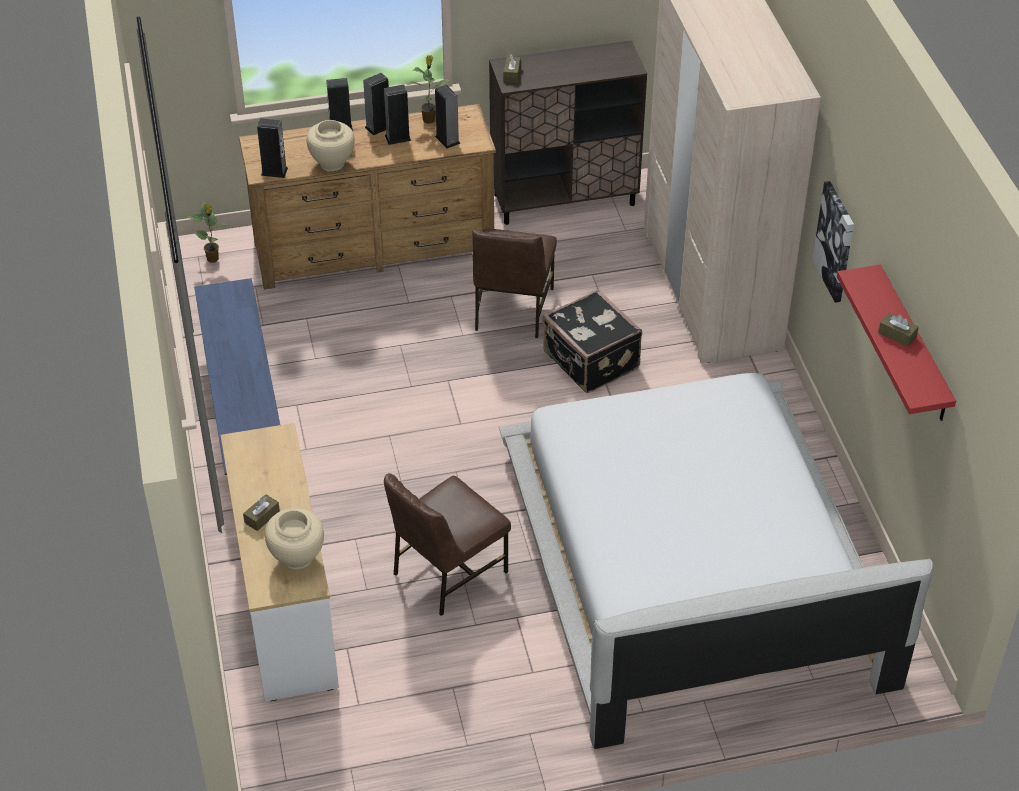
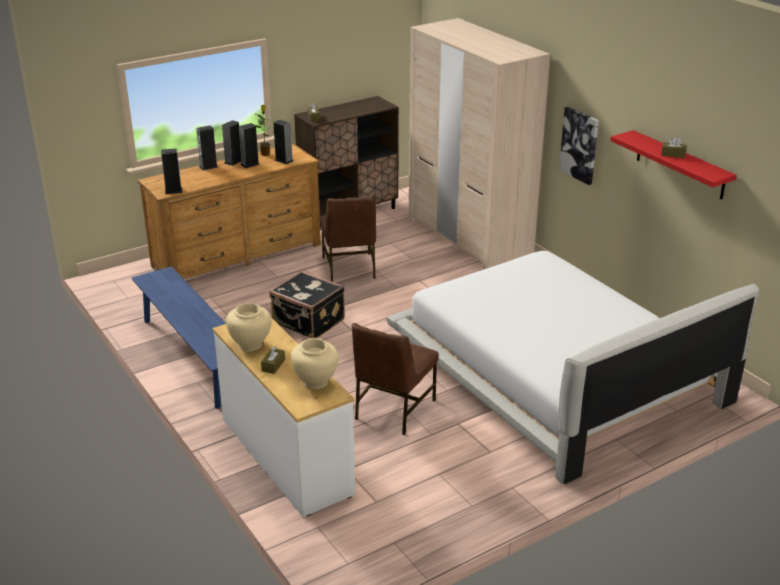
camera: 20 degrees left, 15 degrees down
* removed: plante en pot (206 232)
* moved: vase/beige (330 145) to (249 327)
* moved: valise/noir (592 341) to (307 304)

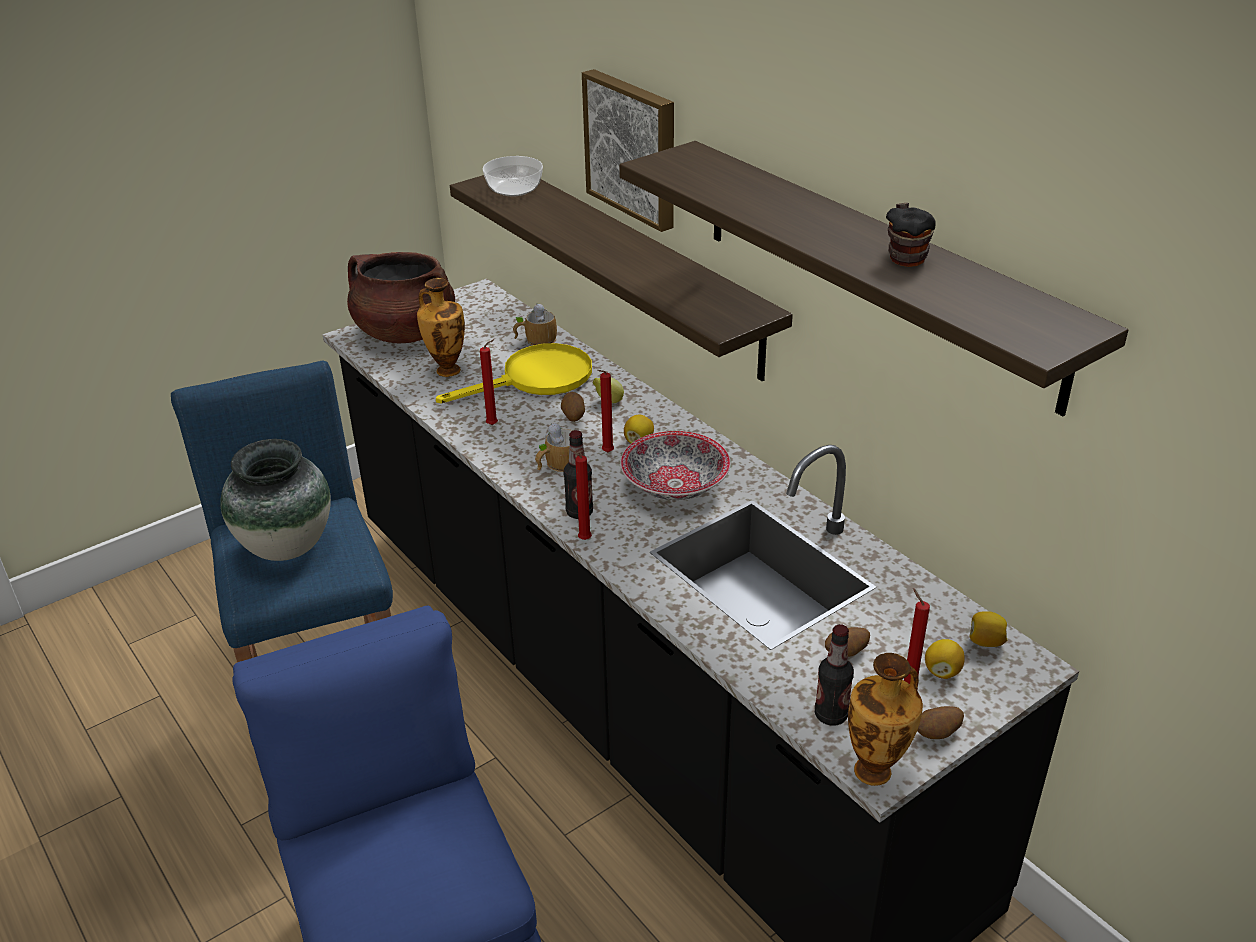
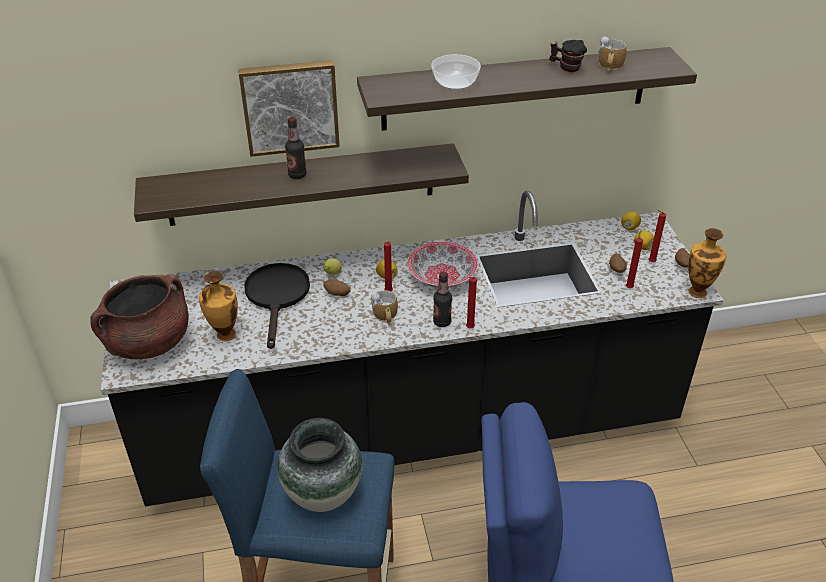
camera: 65 degrees left, 5 degrees up
* recoloured: poêle/jaune (514 373) to poêle/noir (277 306)
* moved: bougie/rouge (489 382) to (634 259)
* moved: bol (513 176) to (456 72)
* moved: mug (535 324) to (612 54)
* moved: bouteille (834 675) to (296 148)

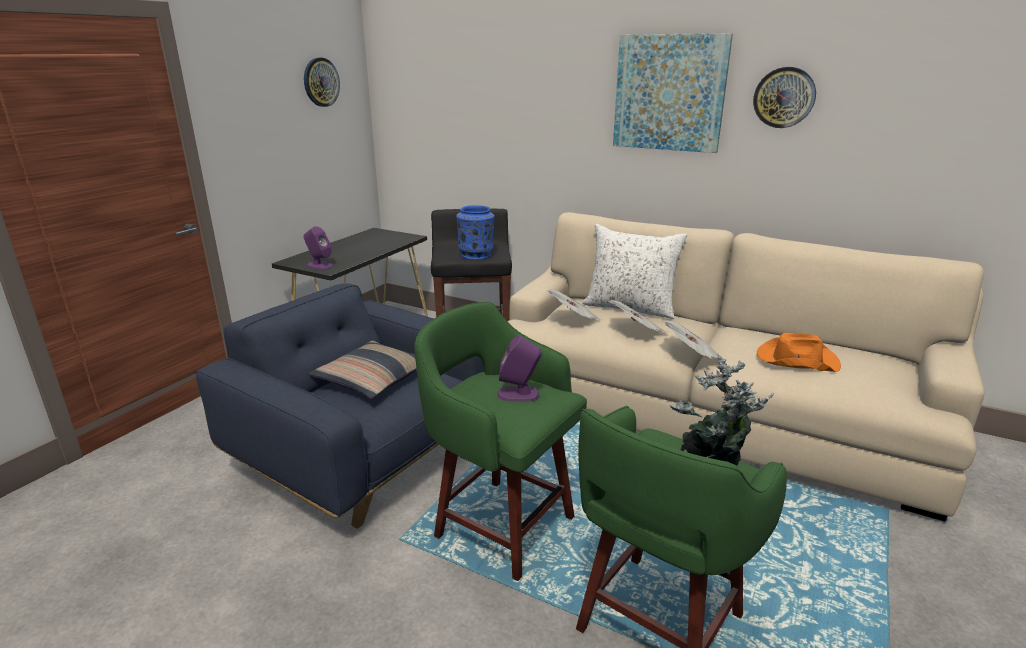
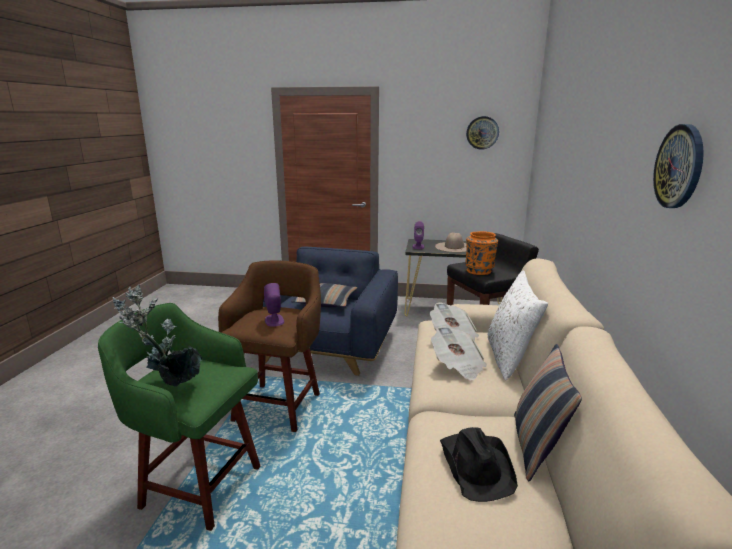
camera: 70 degrees right, 5 degrees down
* recoloured: tabouret/vert (500 441) to tabouret/marron (269 346)
* recoloured: vase/bleu (475 232) to vase/orange (481 253)
* removed: tableau (673 93)
* removed: journal (693 339)
* recoloured: chapeau/orange (799 352) to chapeau/noir (479 464)
* added: chapeau/beige (450 242)
* added: coussin (548 413)

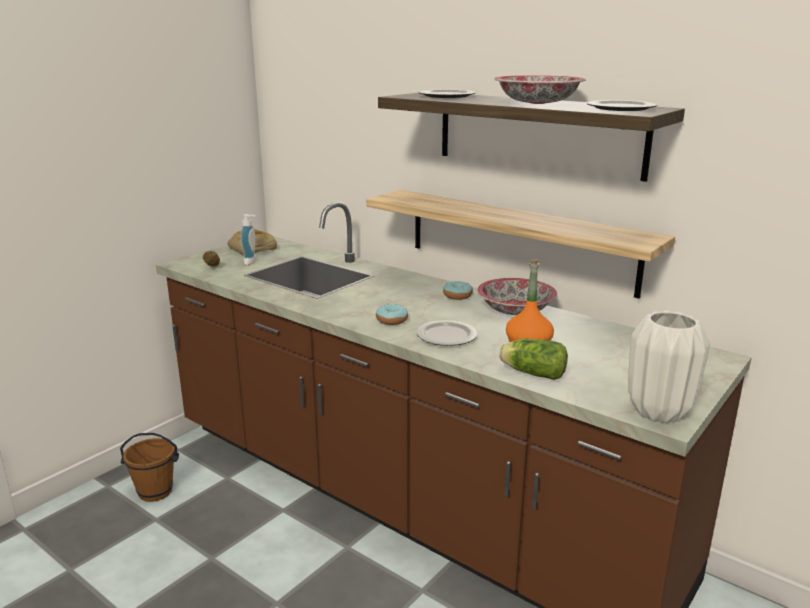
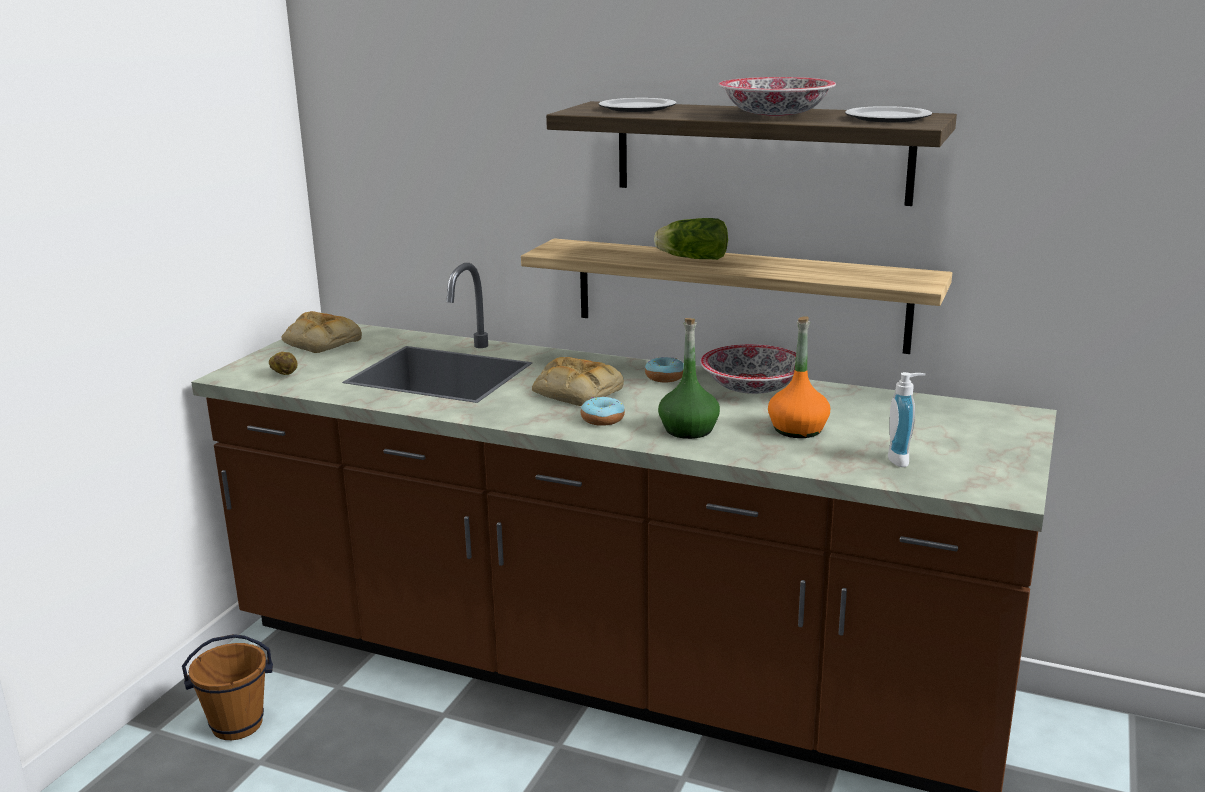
camera: 15 degrees left, 0 degrees up
* moved: distributeur de savon (248 239) to (907 419)
* replaced: assiette (446 333) to bouteille/vert (689 378)
* moved: laitue (533 359) to (691 239)
* removed: vase/blanc (669 367)
* added: pain (578 381)

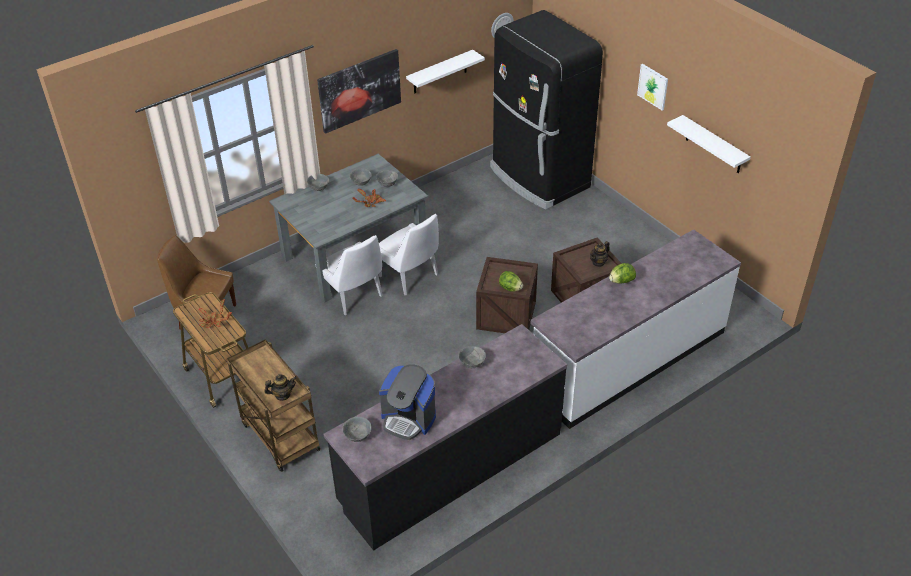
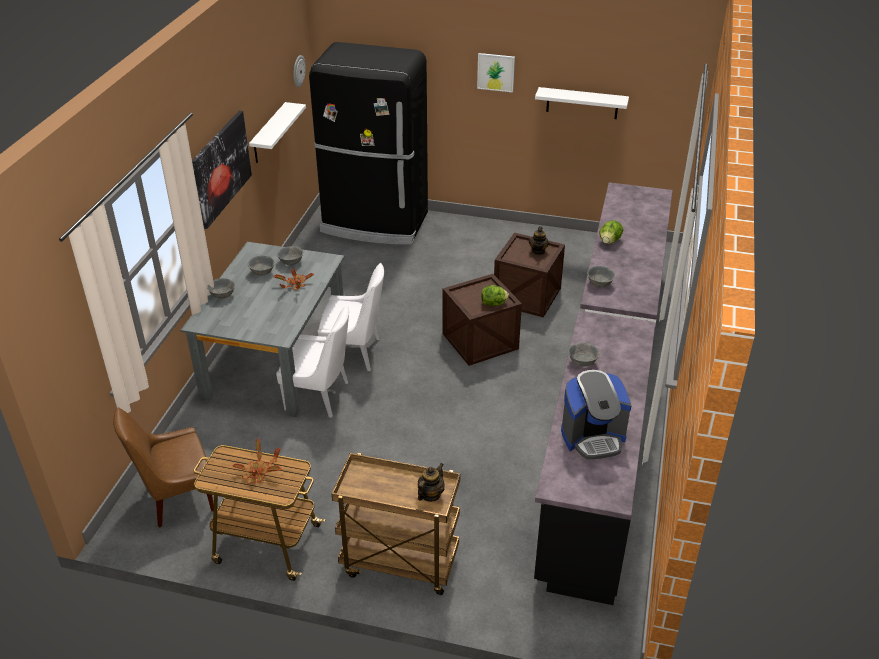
camera: 40 degrees left, 5 degrees down
* moved: bol/gris (356 429) to (601 276)

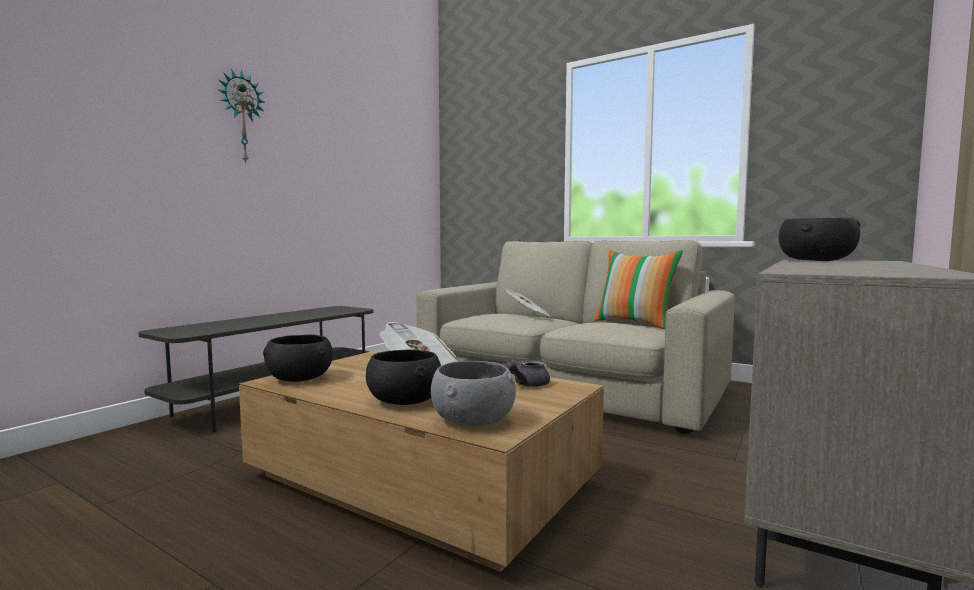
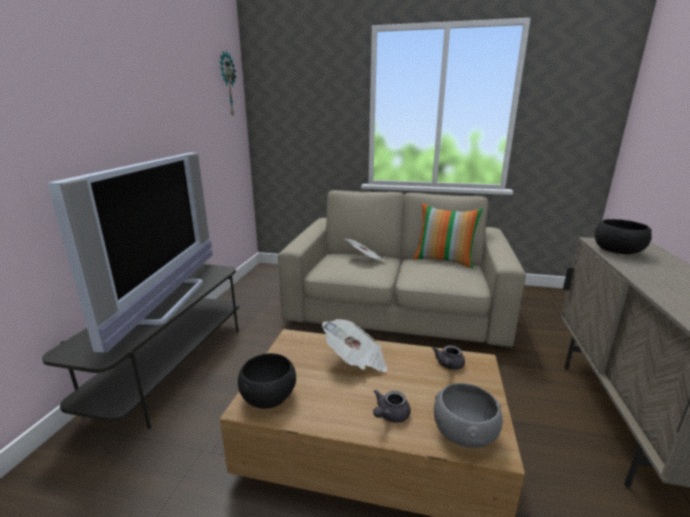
camera: 20 degrees left, 15 degrees up
* moved: horloge murale (242 116) to (227 83)
* replaced: bol/noir (403 377) to théière/gris (392 406)
* added: téléviseur (130 252)

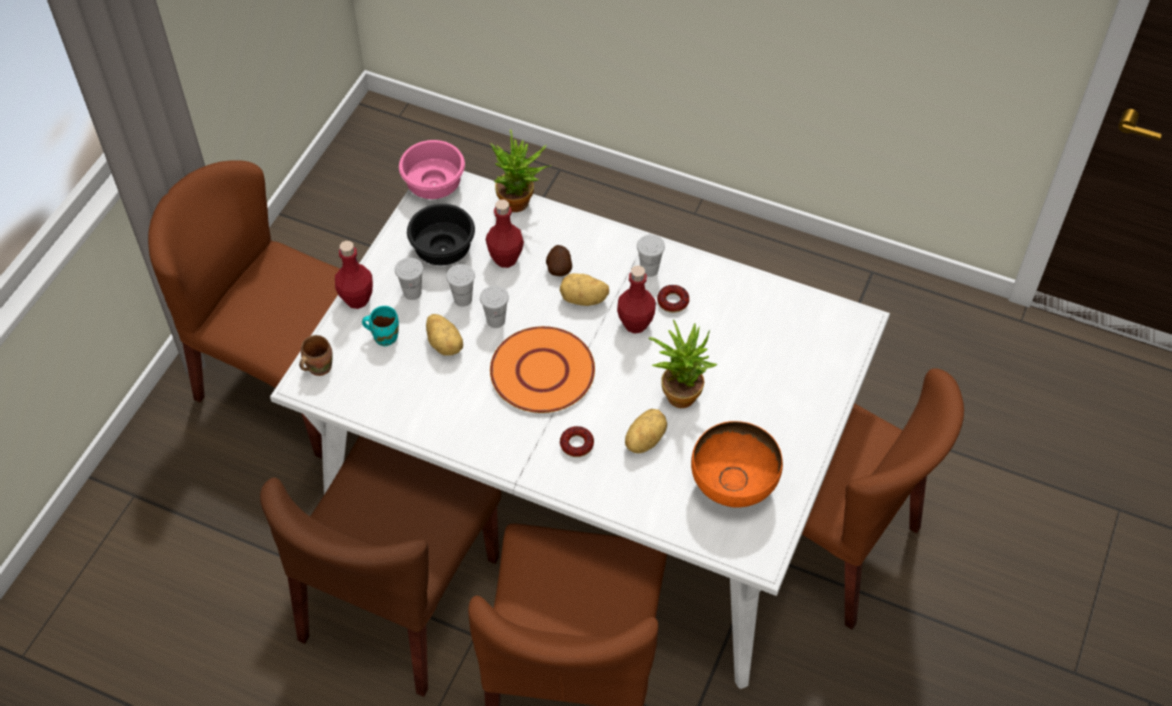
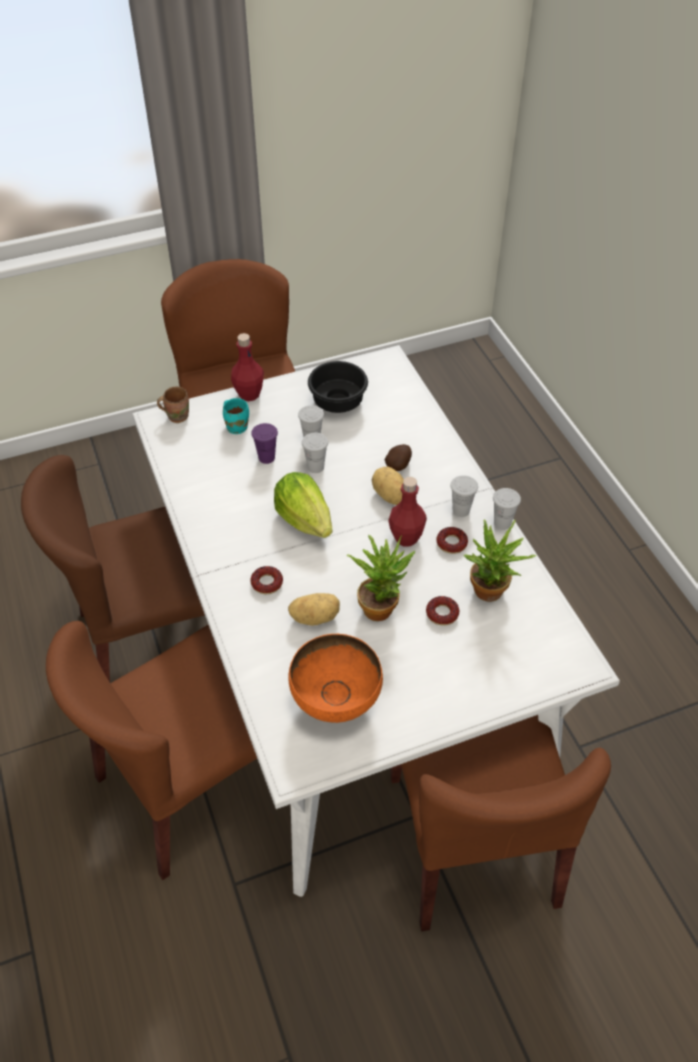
camera: 45 degrees right, 5 degrees down
* moved: tasse/blanc (409 279) to (507 509)
* removed: bol/rose (432 169)
* replaced: pomme de terre (444 335) to tasse/violet (264 443)
* removed: bouteille/rouge (505 233)
* moved: plante en pot (520 170) to (500 560)
* replaced: assiette/orange (542 369) to laitue (303 505)
* added: beignet (442 611)

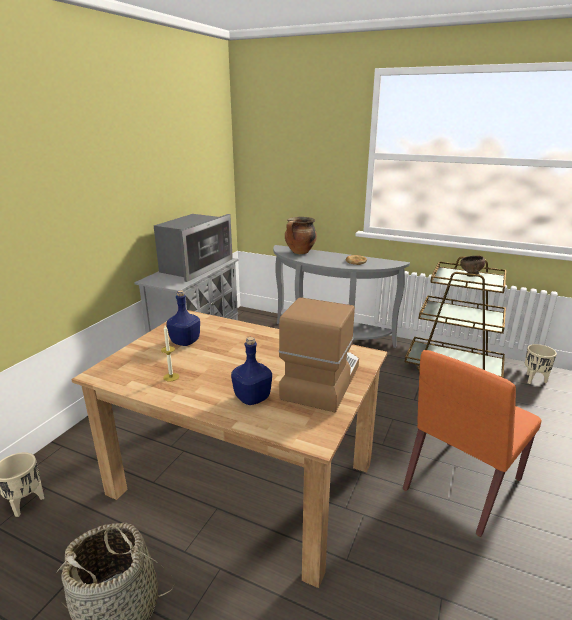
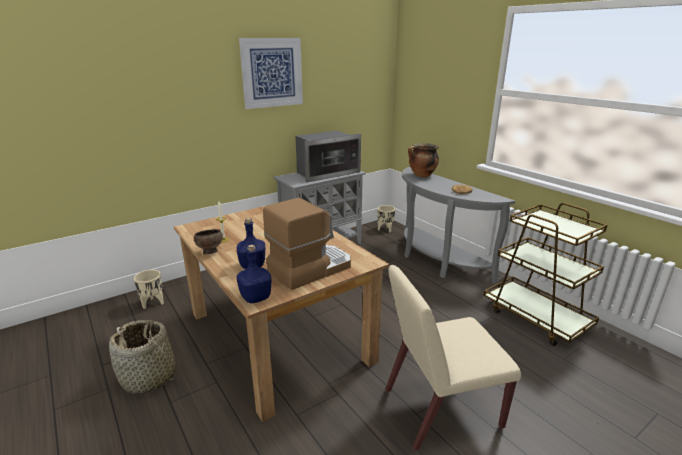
camera: 30 degrees right, 0 degrees up
* moved: bouteille/bleu (183 318) to (254 274)
* recoloured: chaise/orange (472 443) to chaise/beige (453 357)
* moved: bol/marron (472 266) to (208 241)
* moved: cache-pot/beige (541 364) to (386 218)
* added: tableau (271 73)

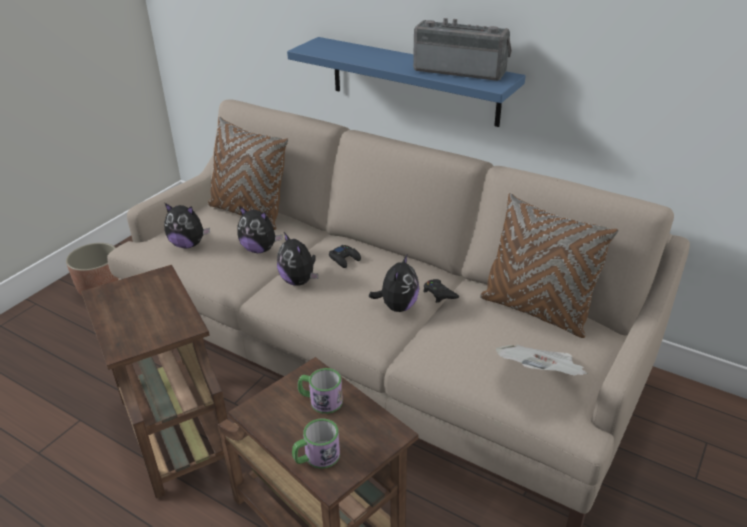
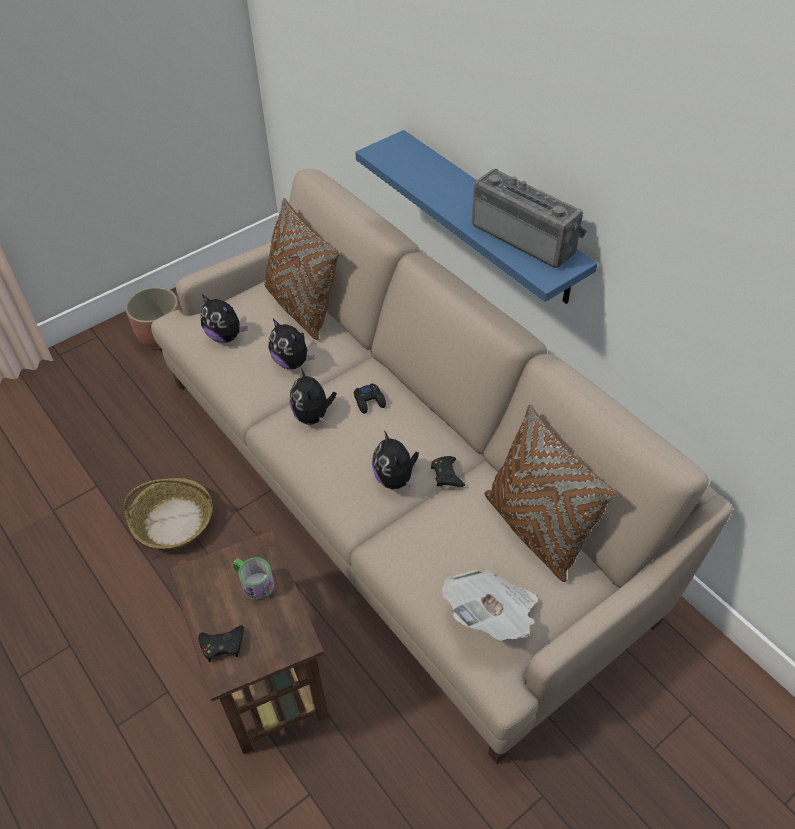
camera: 20 degrees right, 15 degrees up
* replaced: table d'appoint/marron (154 382) to panier (168 513)
* replaced: mug (316 443) to manette/noir (221 643)
* turned: peluche (394 282) = (395 459) 120 degrees clockwise

